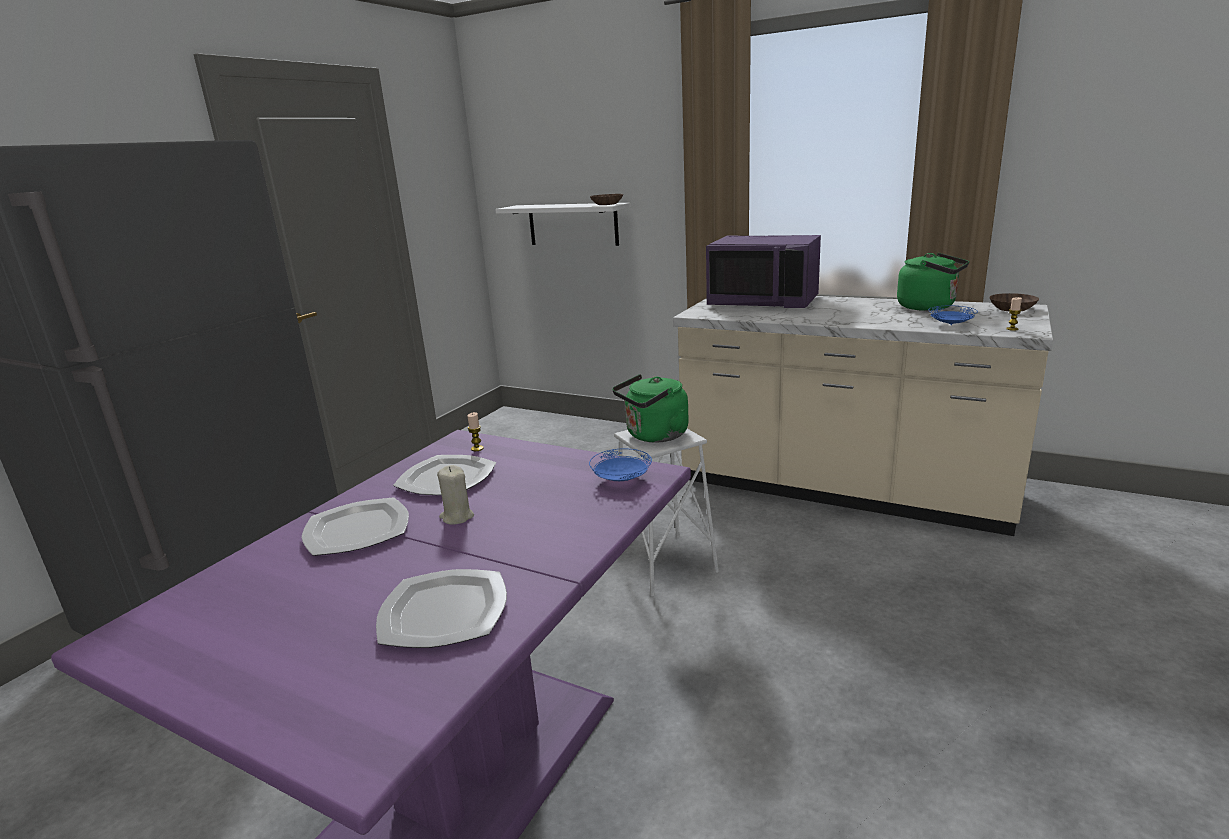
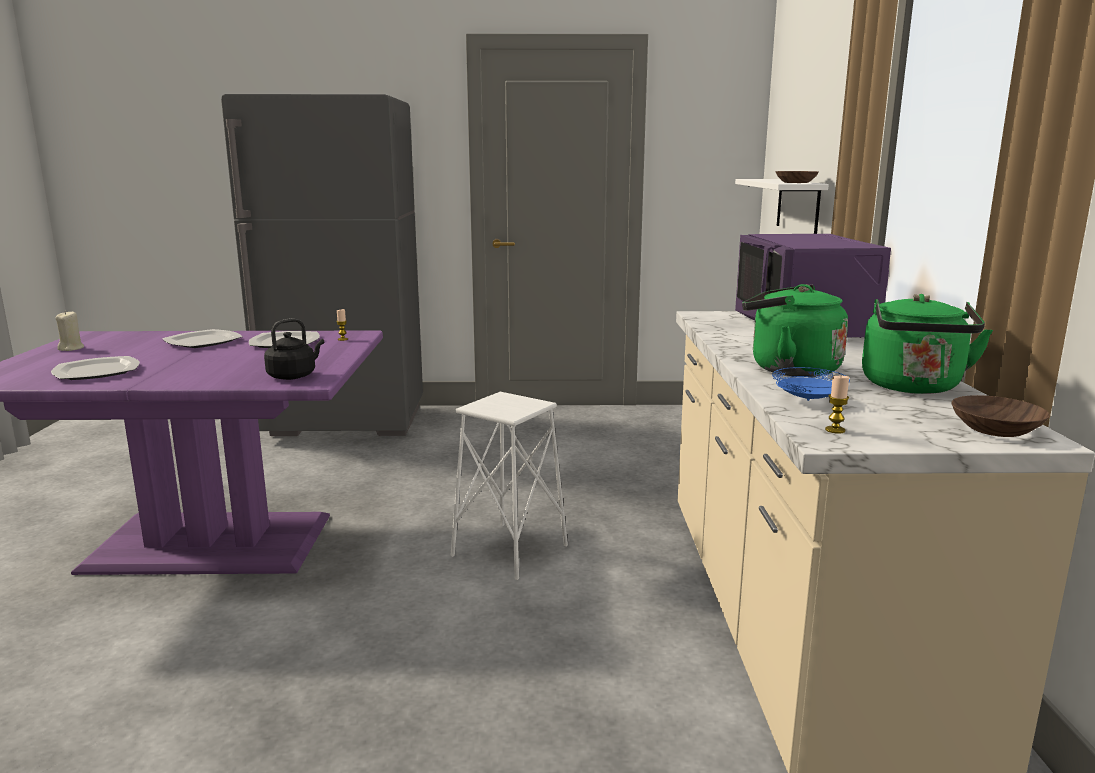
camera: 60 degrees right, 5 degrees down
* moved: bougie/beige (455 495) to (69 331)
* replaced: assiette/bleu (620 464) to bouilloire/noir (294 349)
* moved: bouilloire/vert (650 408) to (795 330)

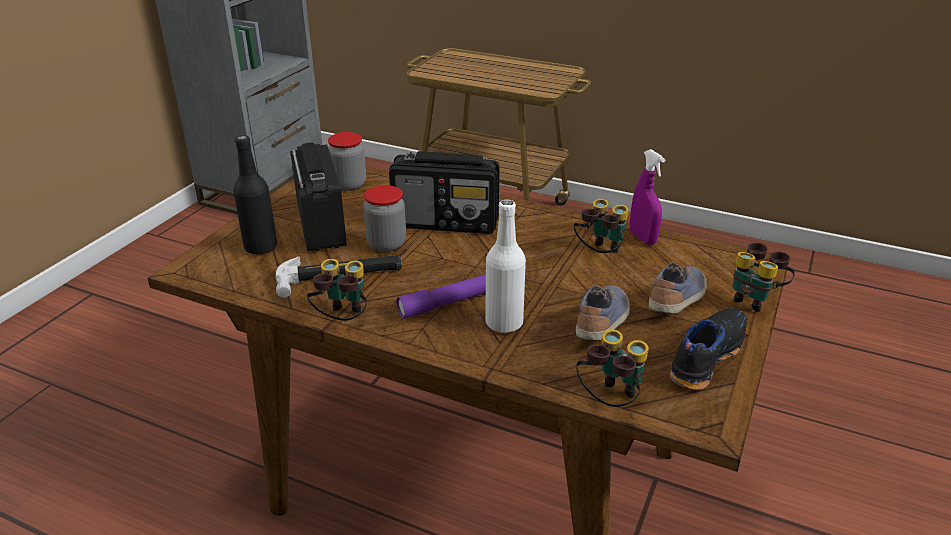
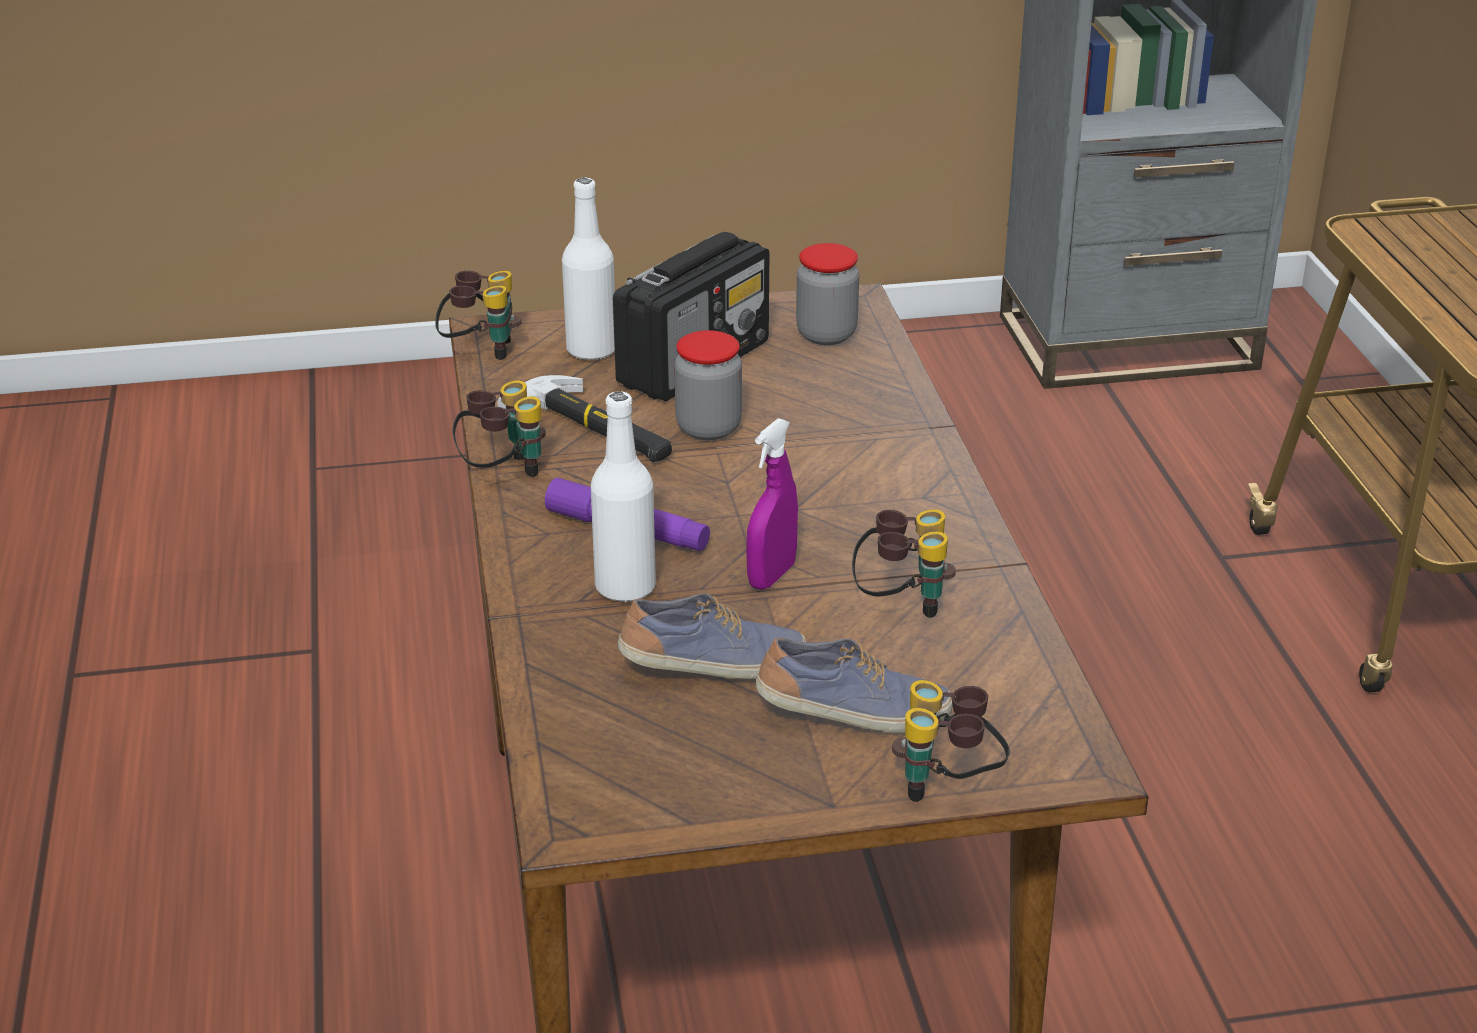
camera: 55 degrees right, 0 degrees up
* recoloured: bouteille/noir (255 195) to bouteille/blanc (588 269)
* removed: radio (444 192)
* moved: jumelles (612 368) to (478 315)
* moved: vaporisateur/violet (647 197) to (772 504)
* removed: chaussure/noir (708 349)

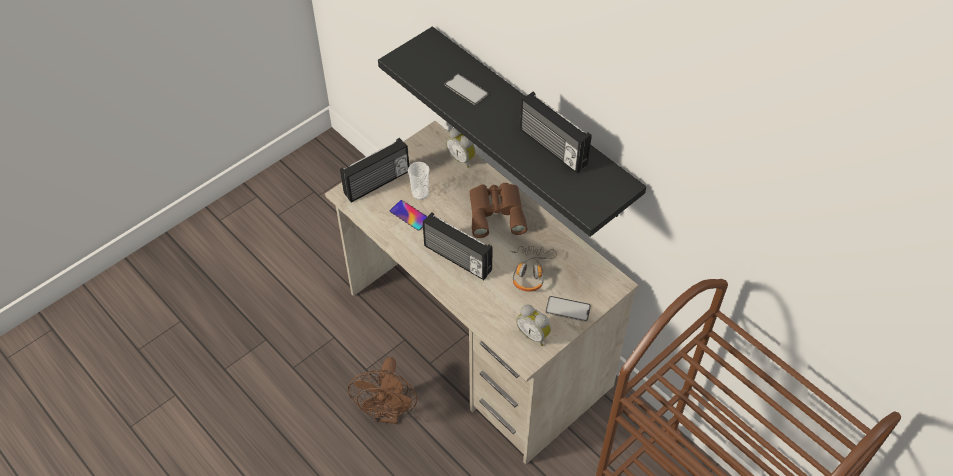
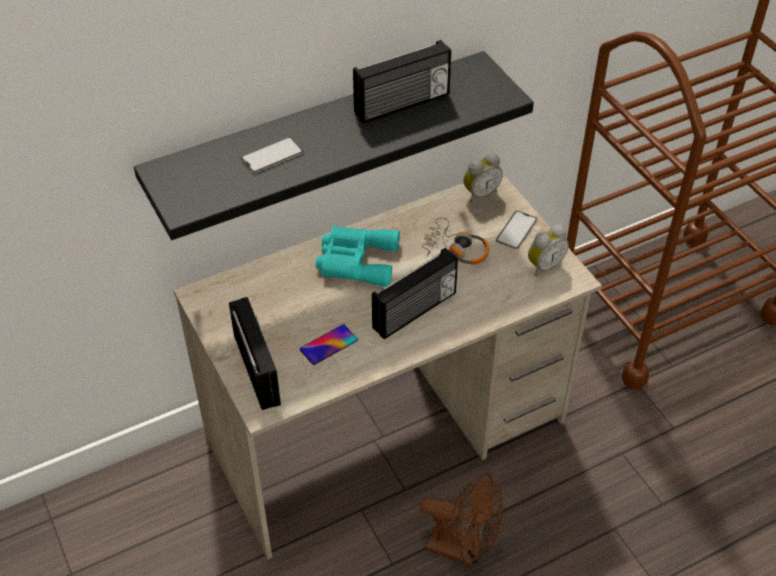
camera: 75 degrees left, 5 degrees down
* removed: tasse (419 181)
* moved: réveil (461 148) to (483 178)
* recoloured: jumelles/marron (498 210) to jumelles/turquoise (358 256)

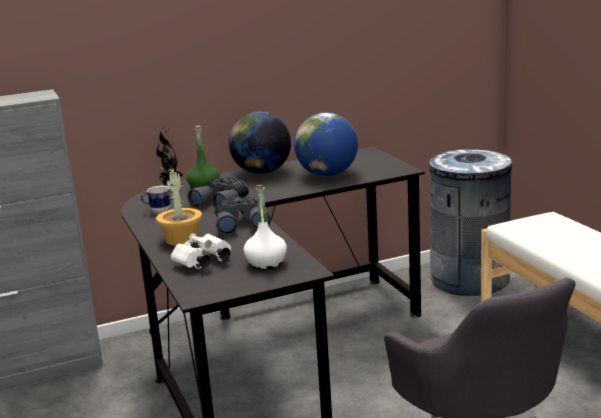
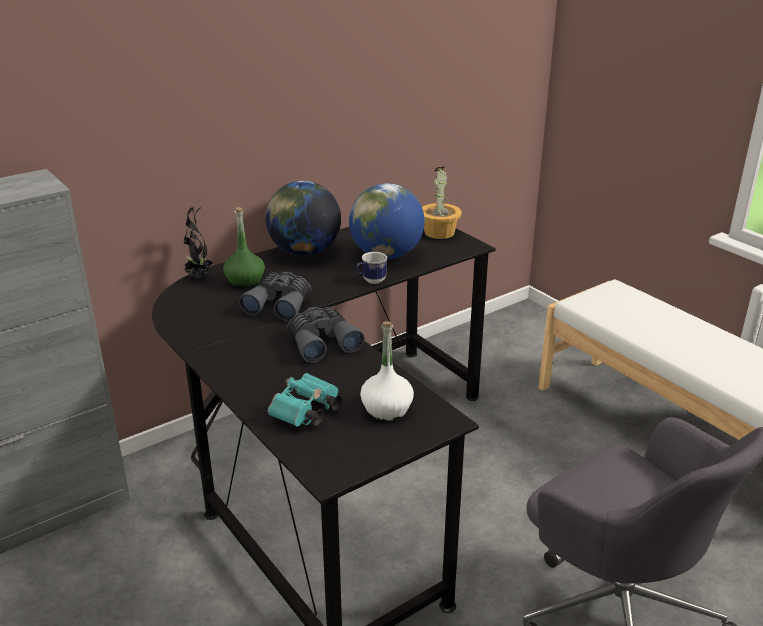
camera: 15 degrees left, 10 degrees up
* moved: mug (156 199) to (371 268)
* moved: plante en pot (179 206) to (442 203)
* recoloured: jumelles/blanc (201 251) to jumelles/turquoise (305 400)
* removed: poubelle/gris (469 222)

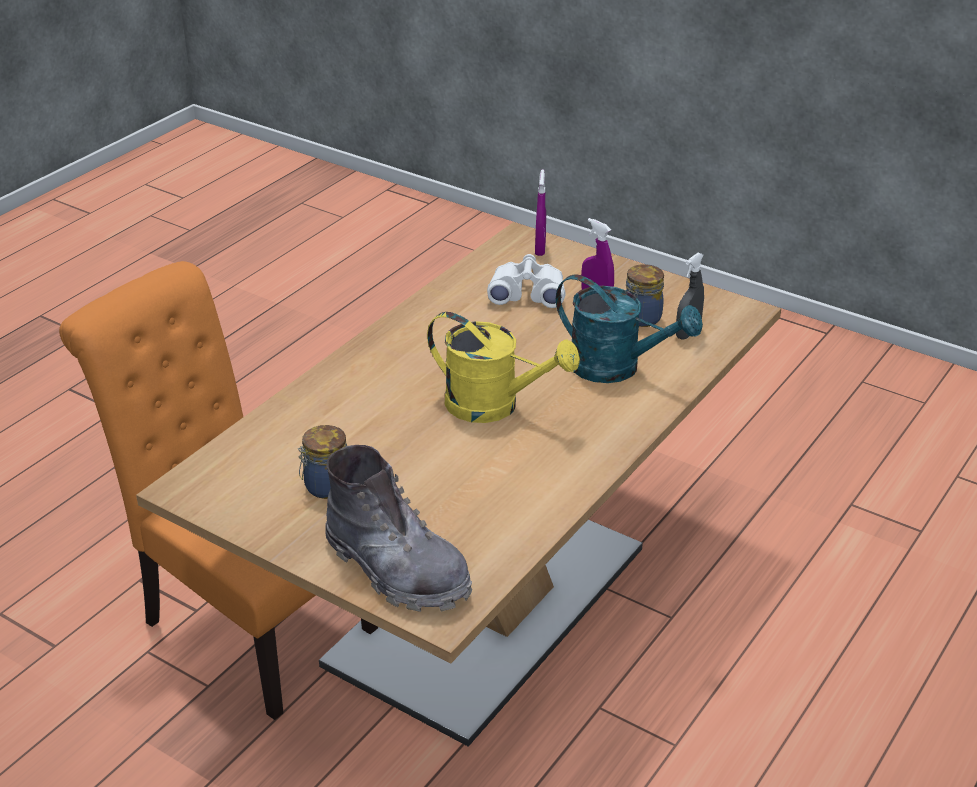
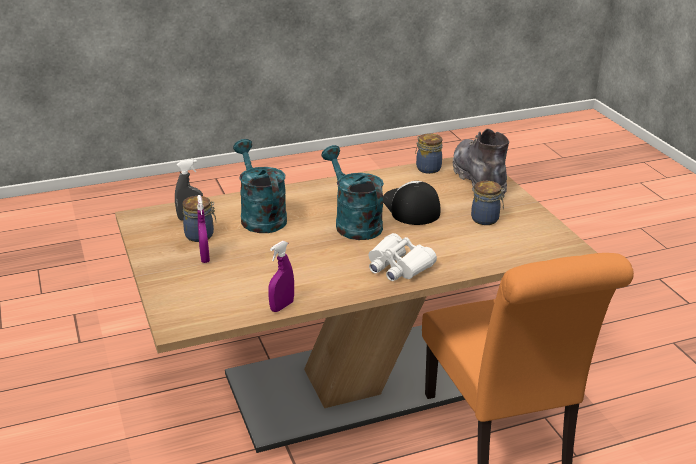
camera: 145 degrees left, 5 degrees down
* recoloured: arrosoir/jaune (503 367) to arrosoir/turquoise (352 192)
* moved: jumelles/blanc (526 281) to (402 257)
* moved: vaporisateur/violet (540 212) to (281 276)
* added: casquette (411 203)
* added: bocal (429 153)

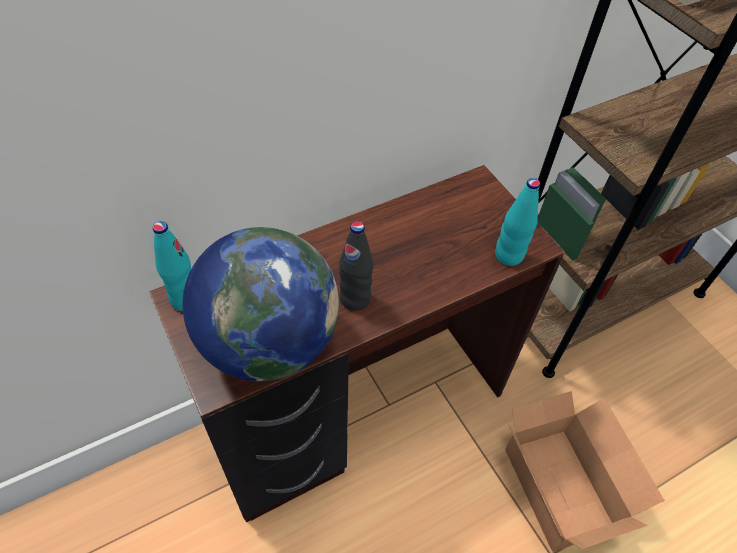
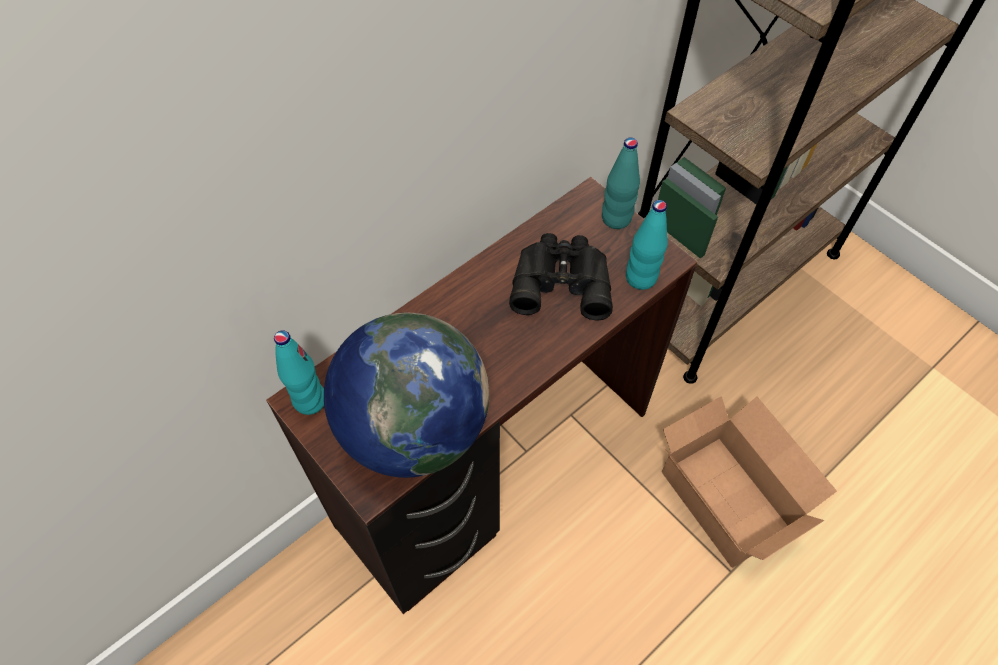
camera: 10 degrees left, 5 degrees up
* removed: bouteille/noir (356 266)
* added: jumelles/noir (561 276)
* added: bouteille/turquoise (621 183)

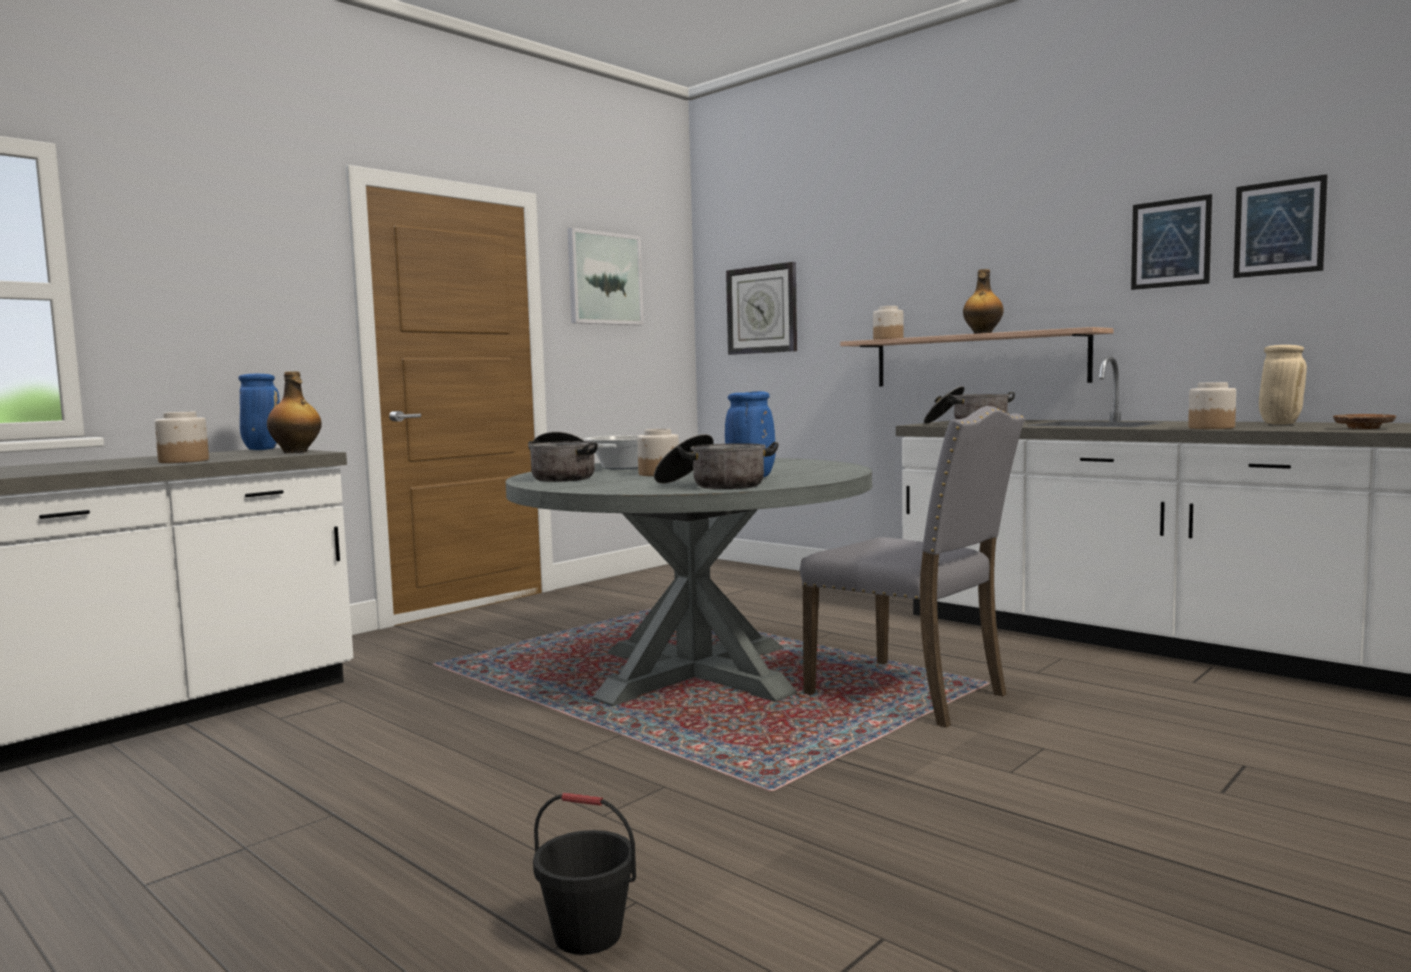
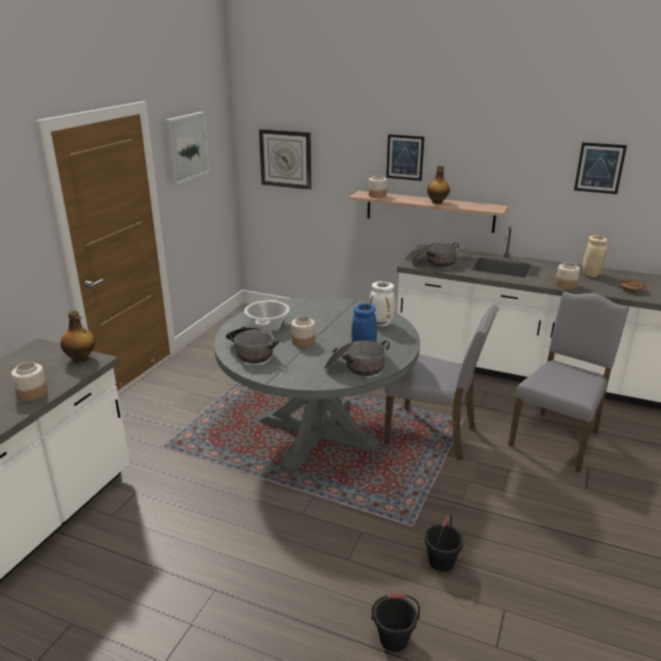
camera: 20 degrees left, 20 degrees up
* removed: vase/bleu (259 412)
* moved: tableau (1171 242) to (405 157)
* added: vase/blanc (382 303)
* added: seau/noir (444 543)
* added: chaise/gris (568 382)

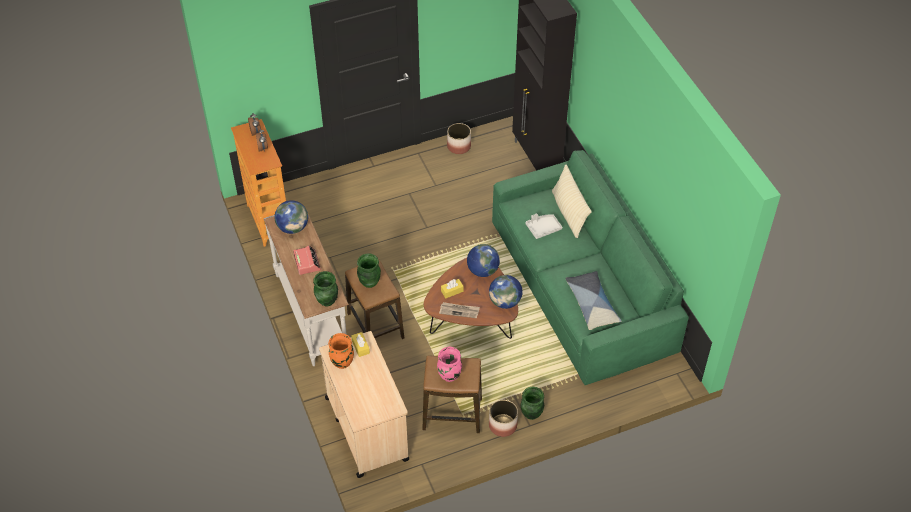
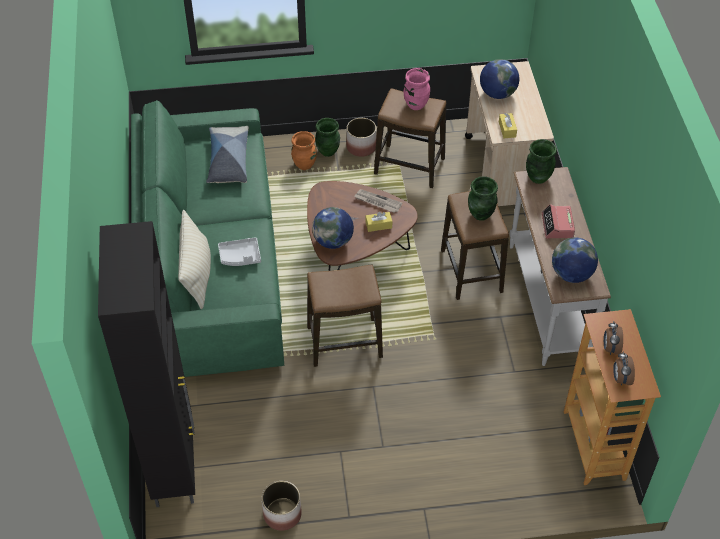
camera: 165 degrees left, 0 degrees up
* moved: vase/orange (341 351) to (304 150)
* moved: globe (506 292) to (499 79)
* added: tabouret (345 316)

